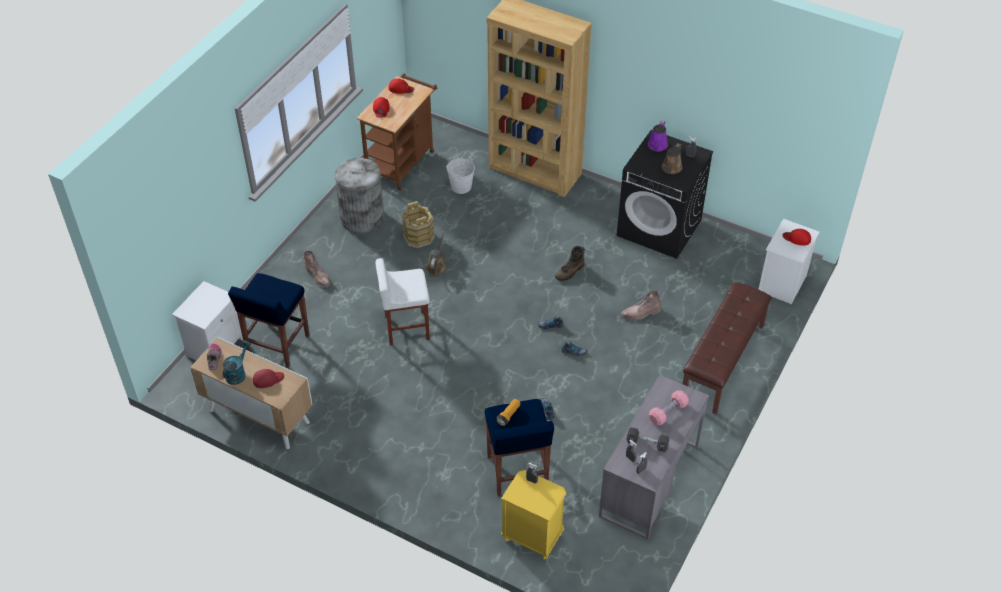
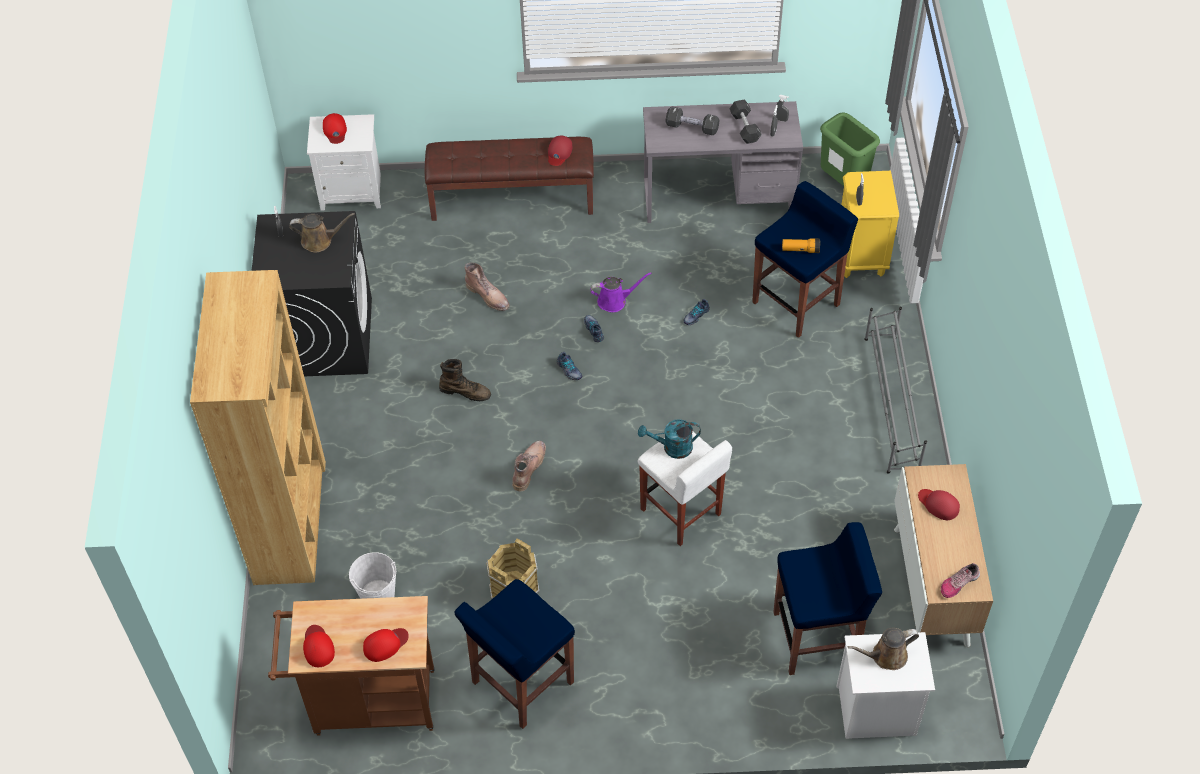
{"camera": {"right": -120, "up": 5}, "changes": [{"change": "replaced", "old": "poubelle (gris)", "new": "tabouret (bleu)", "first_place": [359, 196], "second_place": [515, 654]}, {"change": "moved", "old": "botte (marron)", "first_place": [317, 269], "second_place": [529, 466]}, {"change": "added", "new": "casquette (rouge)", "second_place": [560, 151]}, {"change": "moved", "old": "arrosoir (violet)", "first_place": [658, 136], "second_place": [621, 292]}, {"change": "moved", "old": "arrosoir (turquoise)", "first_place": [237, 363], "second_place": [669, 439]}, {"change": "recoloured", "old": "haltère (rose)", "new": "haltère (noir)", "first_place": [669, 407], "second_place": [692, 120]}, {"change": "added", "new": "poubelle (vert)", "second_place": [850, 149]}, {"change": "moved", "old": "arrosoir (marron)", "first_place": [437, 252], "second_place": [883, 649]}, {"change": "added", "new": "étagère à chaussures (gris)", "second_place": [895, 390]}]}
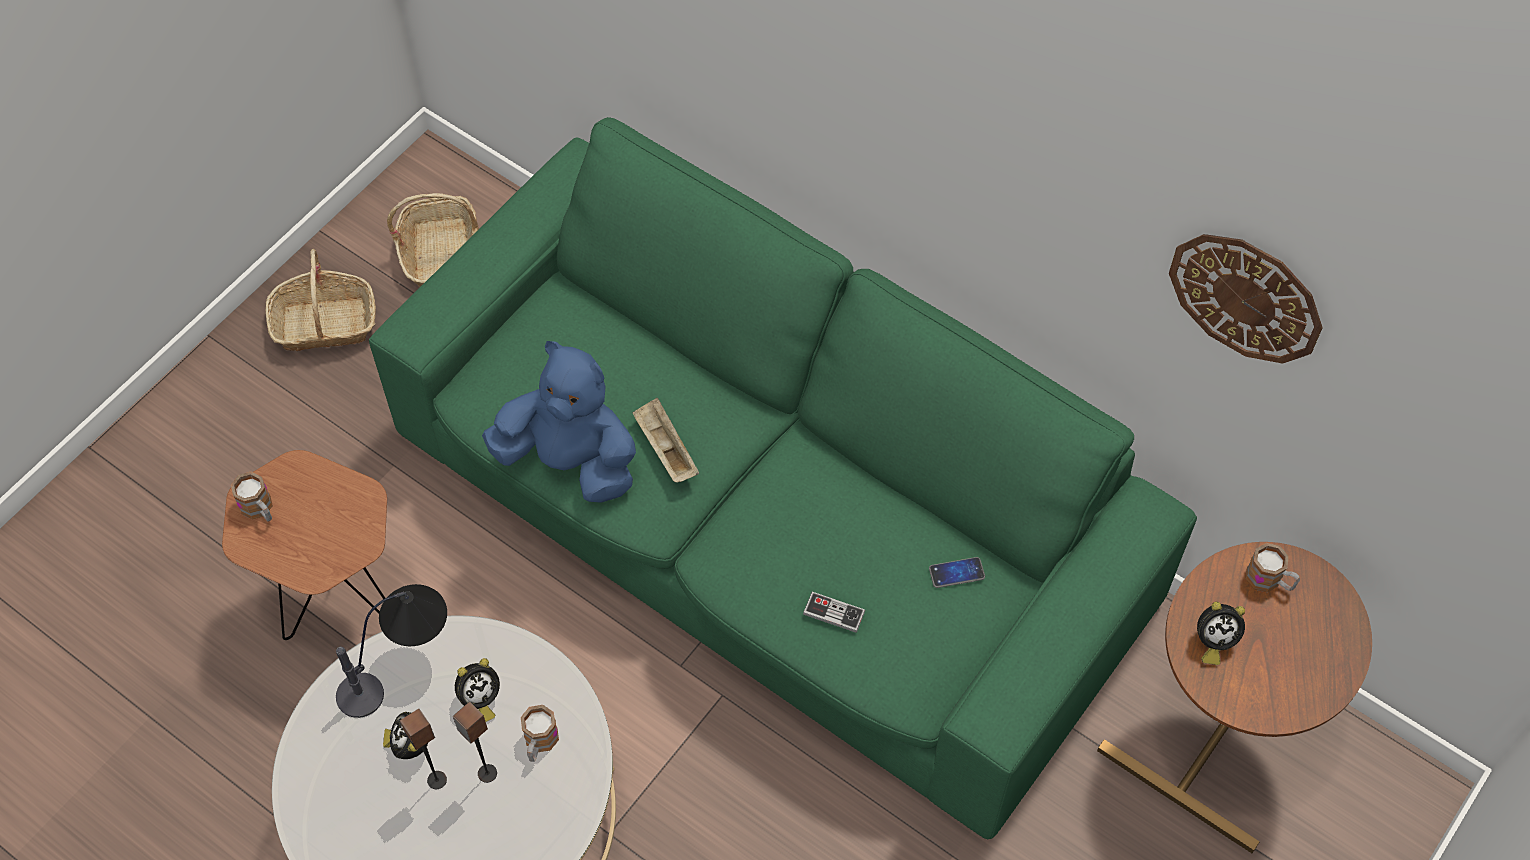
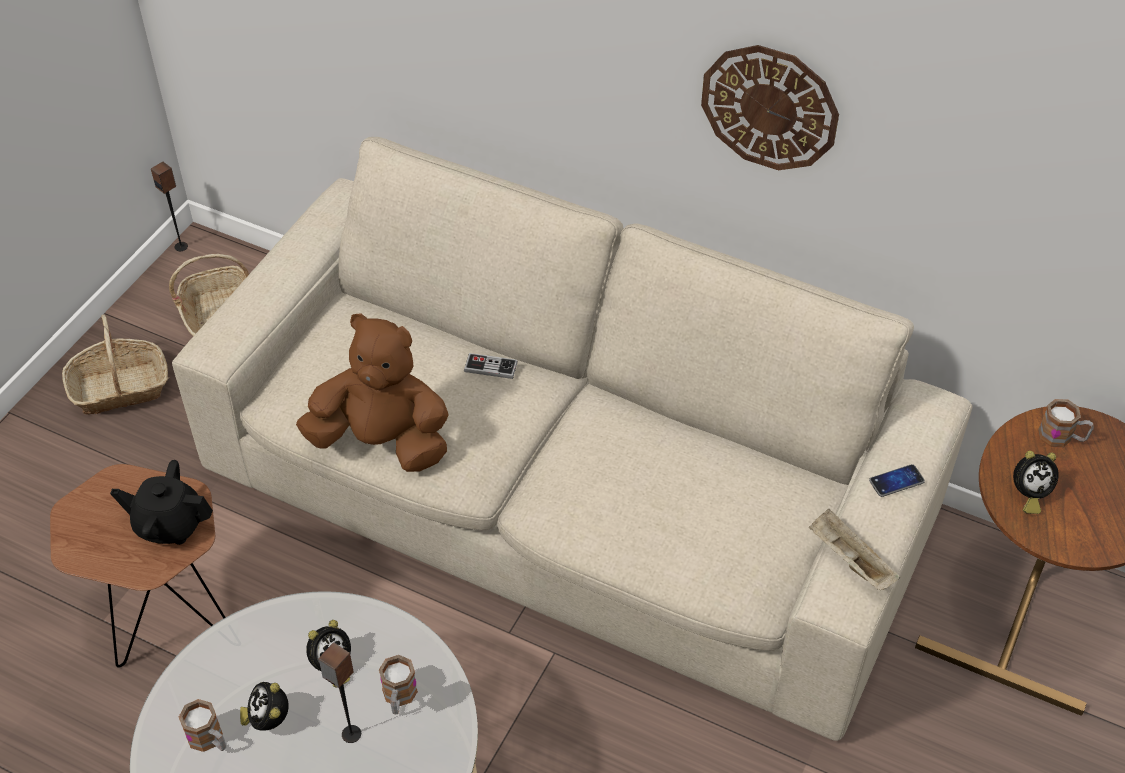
{"camera": {"right": -10, "up": -10}, "changes": [{"change": "added", "new": "théière (noir)", "second_place": [161, 502]}, {"change": "moved", "old": "enceinte", "first_place": [423, 749], "second_place": [169, 206]}, {"change": "recoloured", "old": "canapé (vert)", "new": "canapé (beige)", "first_place": [783, 478], "second_place": [572, 439]}, {"change": "moved", "old": "mug", "first_place": [252, 496], "second_place": [202, 725]}, {"change": "recoloured", "old": "peluche (bleu)", "new": "peluche (marron)", "first_place": [559, 421], "second_place": [372, 393]}, {"change": "moved", "old": "manette", "first_place": [834, 612], "second_place": [491, 366]}, {"change": "moved", "old": "horloge murale", "first_place": [1246, 299], "second_place": [770, 107]}, {"change": "moved", "old": "plateau (beige)", "first_place": [666, 439], "second_place": [854, 549]}, {"change": "moved", "old": "téléphone", "first_place": [957, 572], "second_place": [897, 480]}, {"change": "removed", "old": "lampe de table", "first_place": [391, 651]}]}
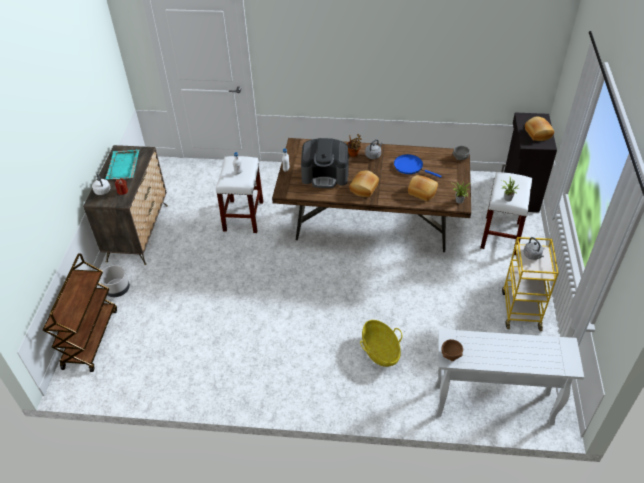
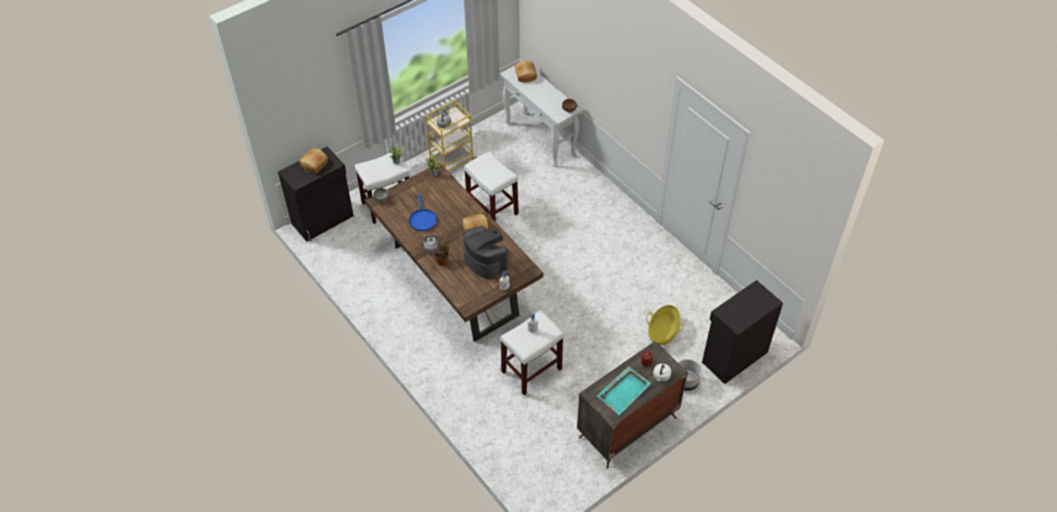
{"camera": {"right": -135, "up": 5}, "changes": [{"change": "added", "new": "tabouret (blanc)", "second_place": [491, 186]}, {"change": "moved", "old": "pain", "first_place": [423, 188], "second_place": [526, 71]}, {"change": "moved", "old": "panier", "first_place": [381, 343], "second_place": [665, 325]}, {"change": "replaced", "old": "chariot (marron)", "new": "meuble de rangement (noir)", "first_place": [80, 312], "second_place": [742, 332]}]}
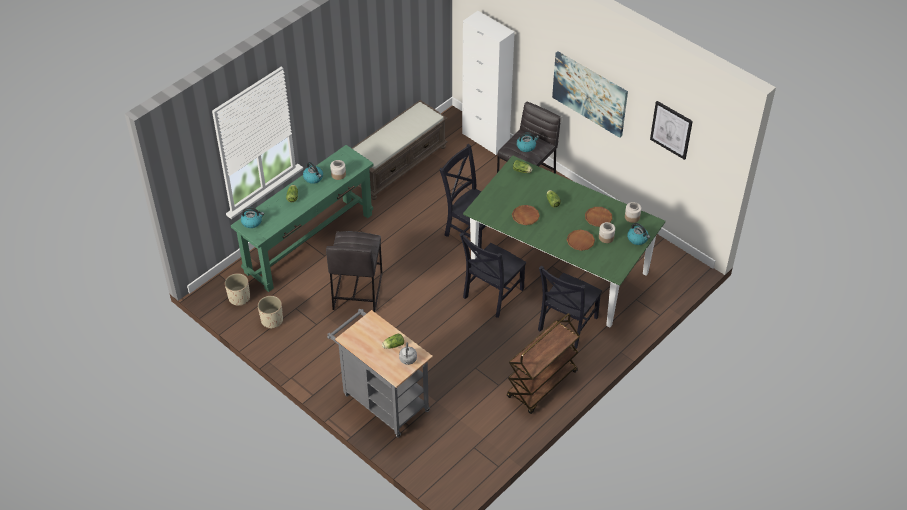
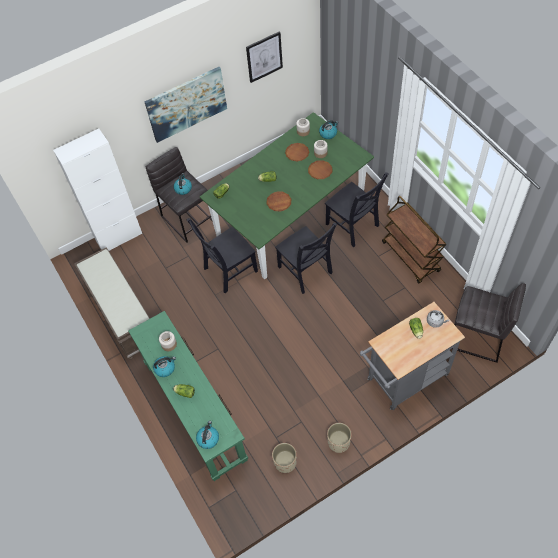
{"camera": {"right": -70, "up": 10}, "changes": [{"change": "moved", "old": "cache-pot (beige)", "first_place": [237, 289], "second_place": [339, 438]}, {"change": "moved", "old": "tabouret (gris)", "first_place": [354, 271], "second_place": [489, 323]}]}
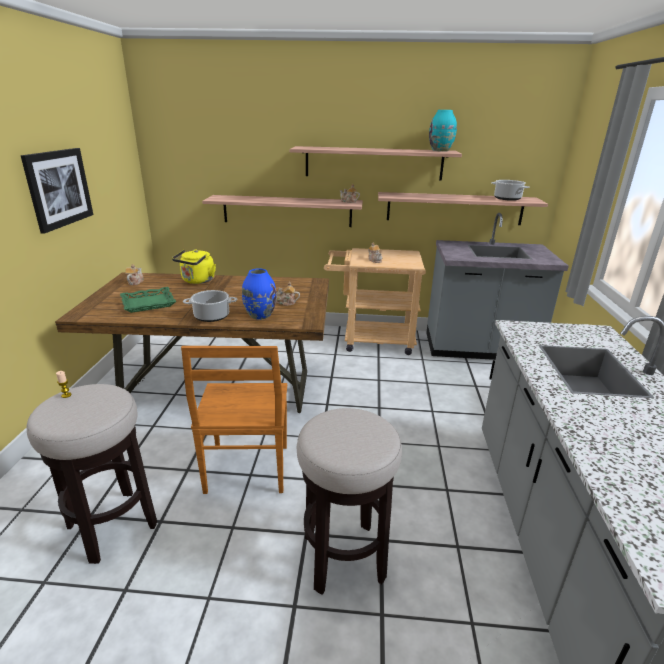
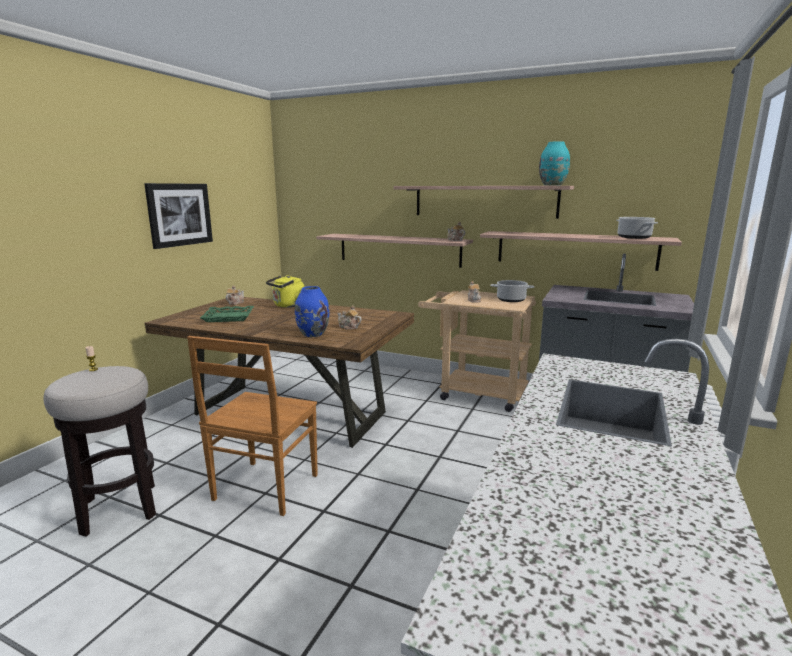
{"camera": {"right": 20, "up": -10}, "changes": [{"change": "moved", "old": "marmite", "first_place": [210, 306], "second_place": [512, 291]}, {"change": "removed", "old": "tabouret", "first_place": [349, 501]}]}
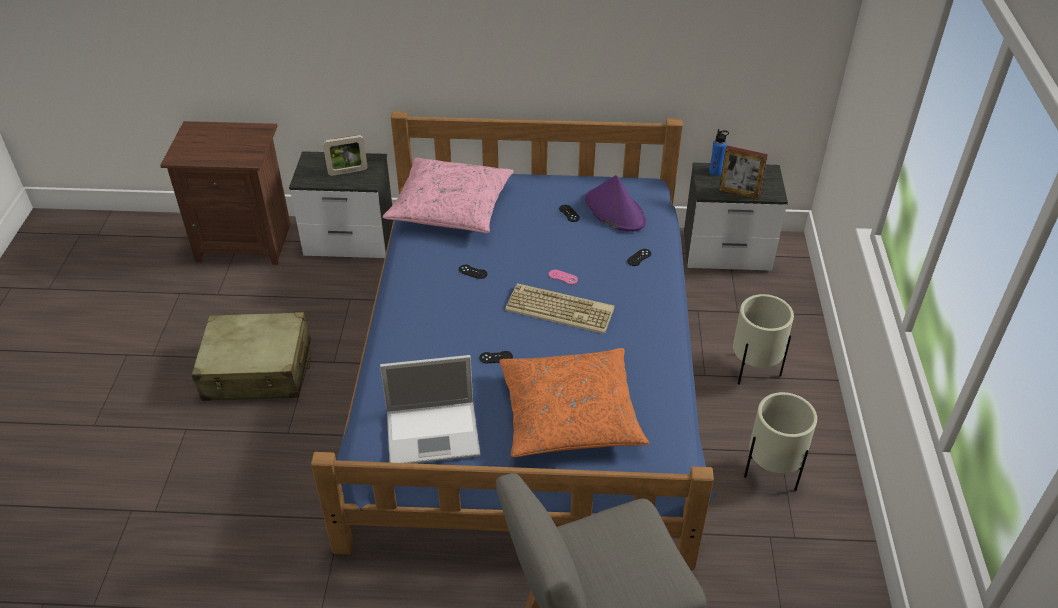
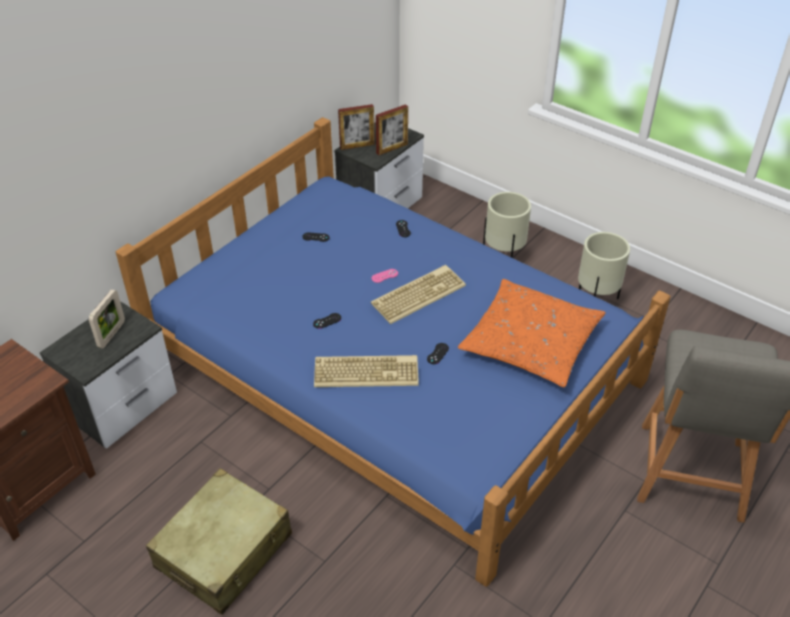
{"camera": {"right": -55, "up": 0}, "changes": [{"change": "added", "new": "clavier", "second_place": [366, 371]}, {"change": "replaced", "old": "bouteille (bleu)", "new": "cadre photo", "first_place": [719, 152], "second_place": [356, 127]}, {"change": "removed", "old": "ordinateur portable", "first_place": [430, 409]}, {"change": "removed", "old": "coussin (rose)", "first_place": [448, 195]}, {"change": "removed", "old": "chapeau (violet)", "first_place": [615, 203]}]}
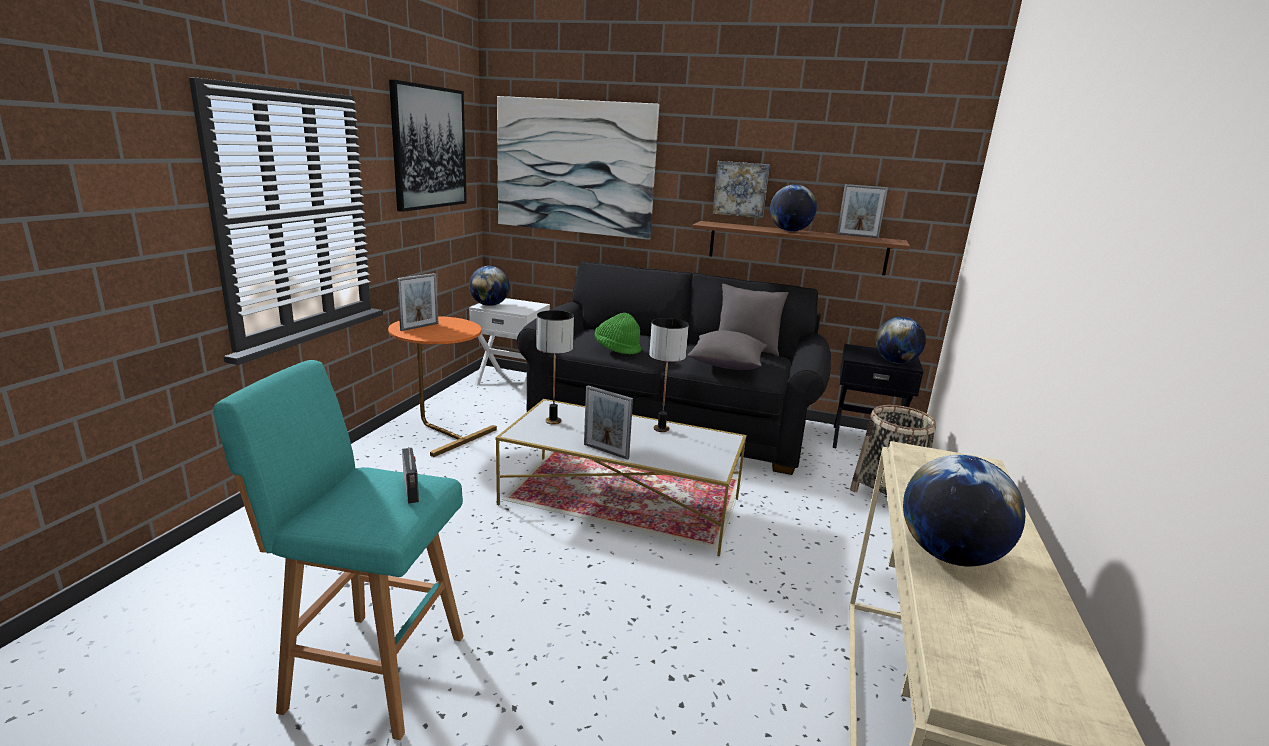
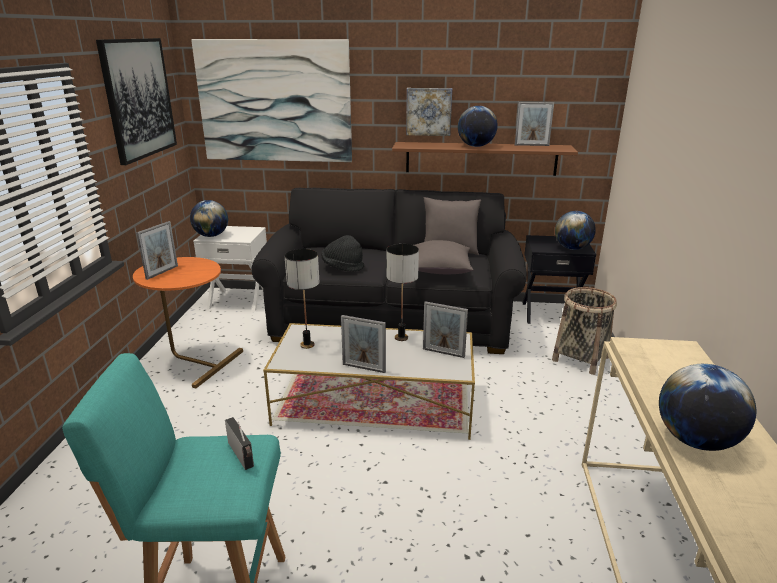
{"camera": {"right": -10, "up": 5}, "changes": [{"change": "recoloured", "old": "chapeau (vert)", "new": "chapeau (noir)", "first_place": [617, 334], "second_place": [342, 253]}, {"change": "added", "new": "cadre photo", "second_place": [445, 329]}]}
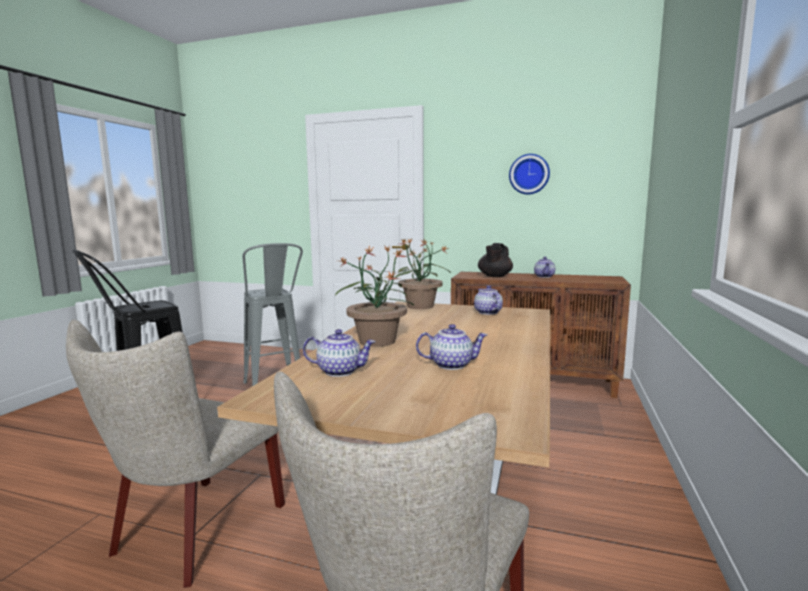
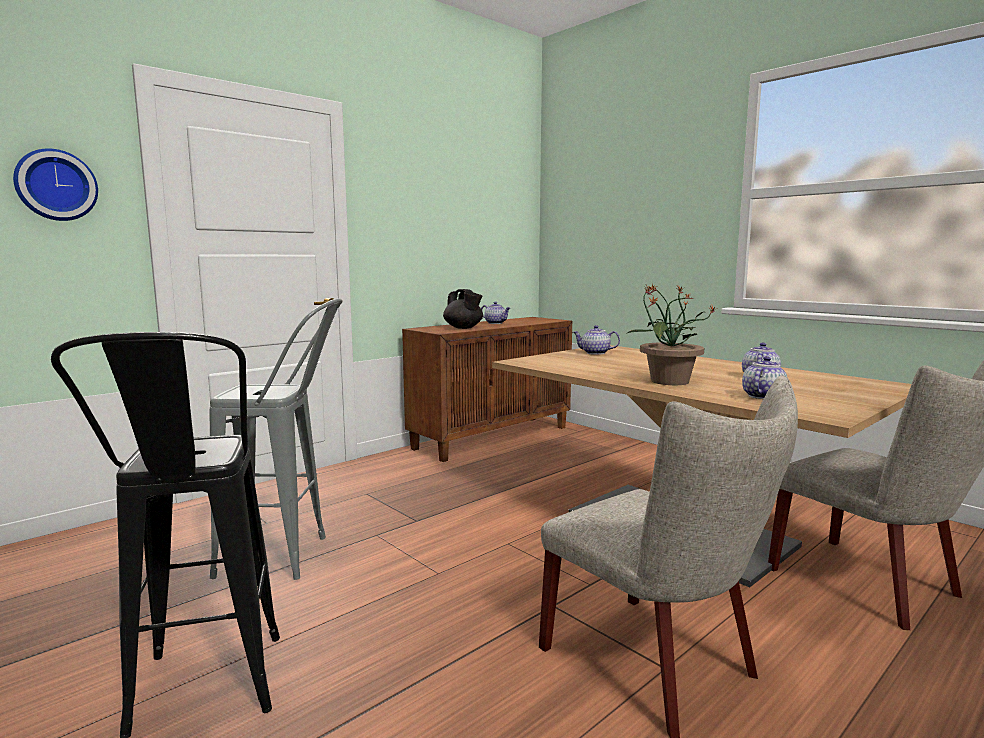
{"camera": {"right": -60, "up": 0}, "changes": [{"change": "moved", "old": "horloge murale", "first_place": [529, 174], "second_place": [55, 184]}, {"change": "removed", "old": "plante en pot", "first_place": [422, 274]}]}
